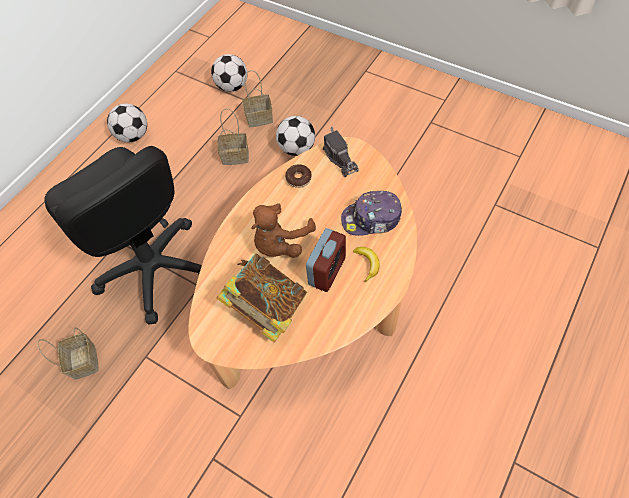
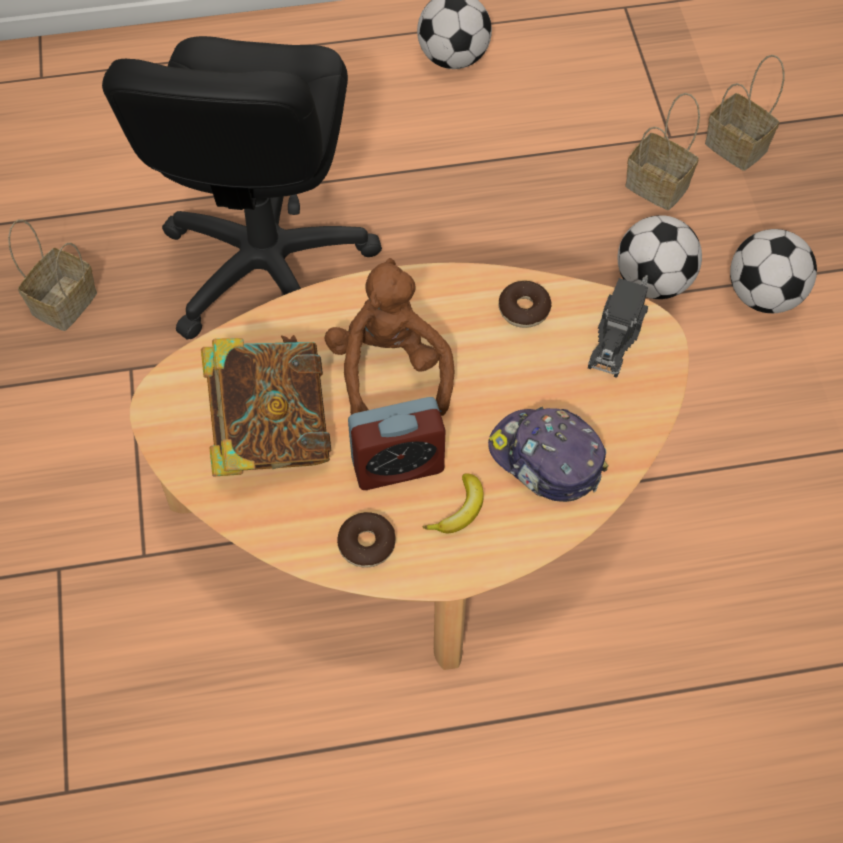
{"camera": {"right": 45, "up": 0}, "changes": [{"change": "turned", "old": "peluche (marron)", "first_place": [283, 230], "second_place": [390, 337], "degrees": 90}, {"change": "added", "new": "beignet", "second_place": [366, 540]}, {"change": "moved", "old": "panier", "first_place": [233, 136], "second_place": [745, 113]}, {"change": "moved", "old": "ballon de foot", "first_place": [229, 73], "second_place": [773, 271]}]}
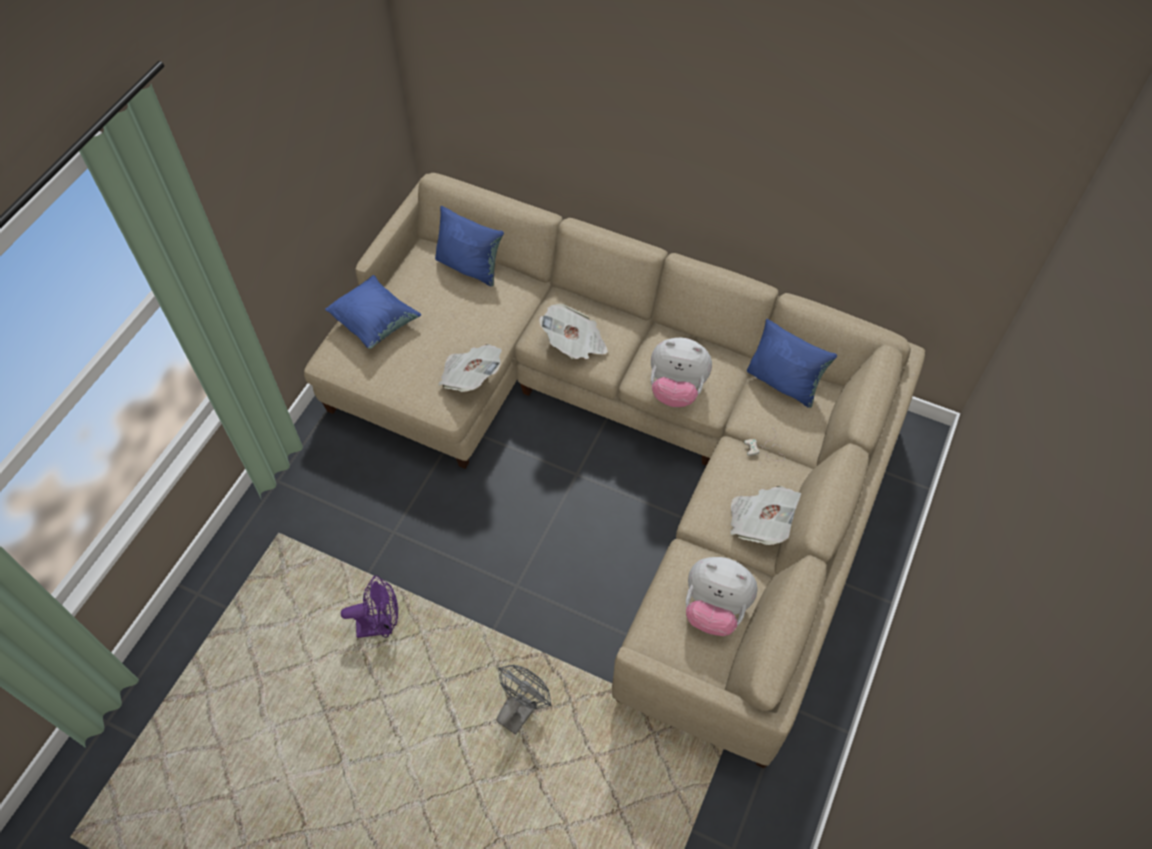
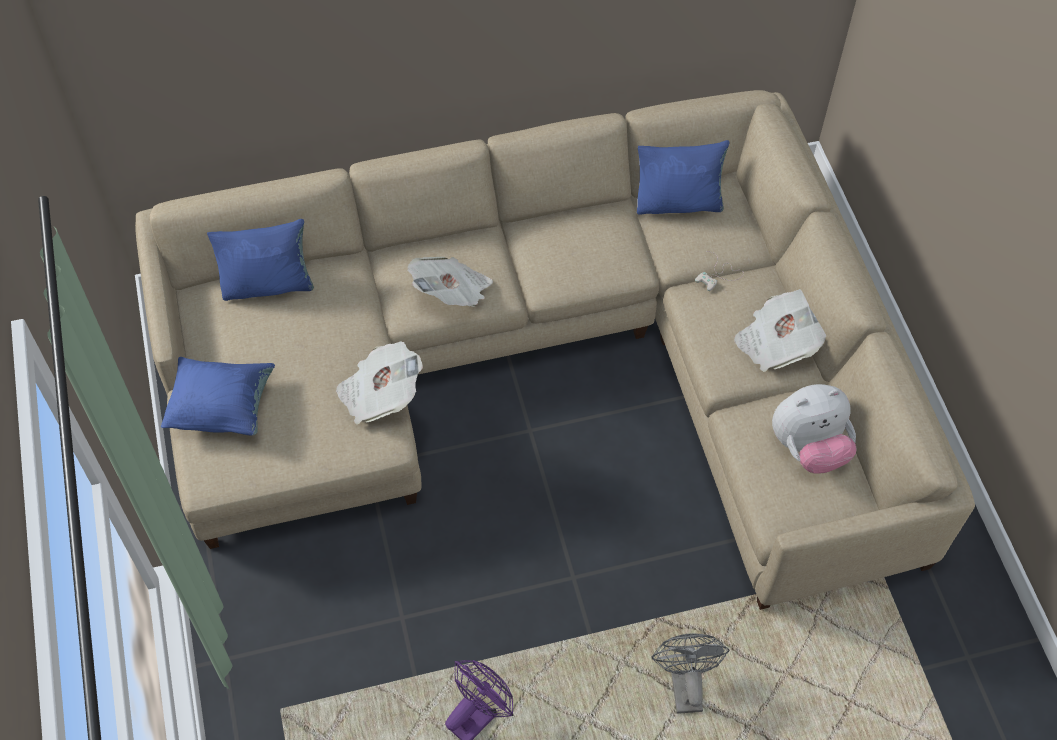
{"camera": {"right": -40, "up": 0}, "changes": [{"change": "removed", "old": "peluche", "first_place": [681, 372]}]}
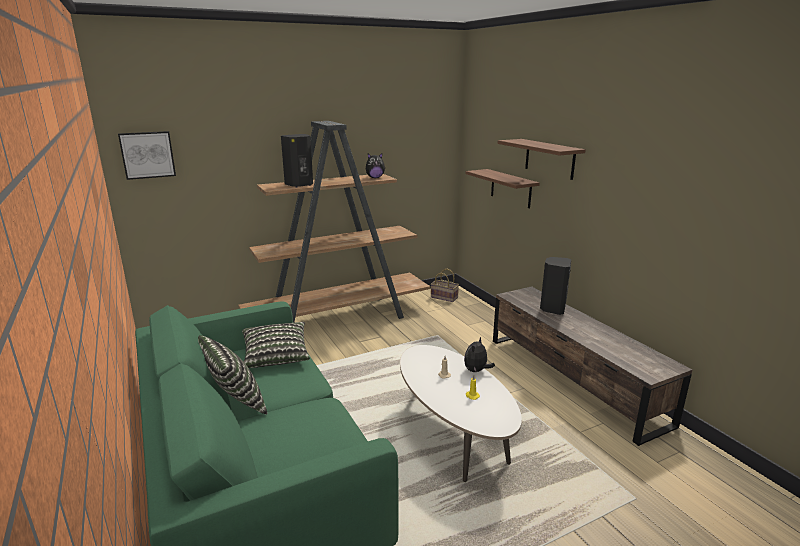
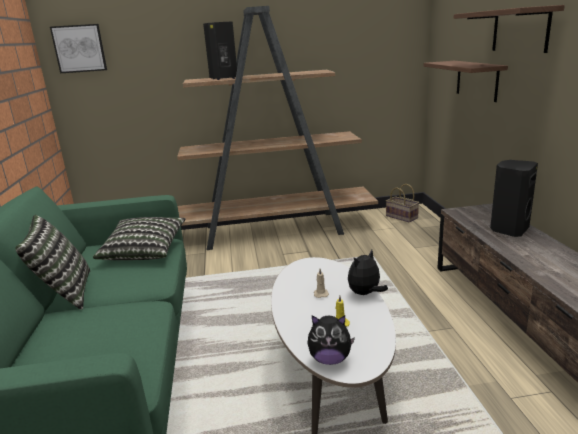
{"camera": {"right": 20, "up": 0}, "changes": [{"change": "moved", "old": "peluche", "first_place": [375, 165], "second_place": [331, 340]}]}
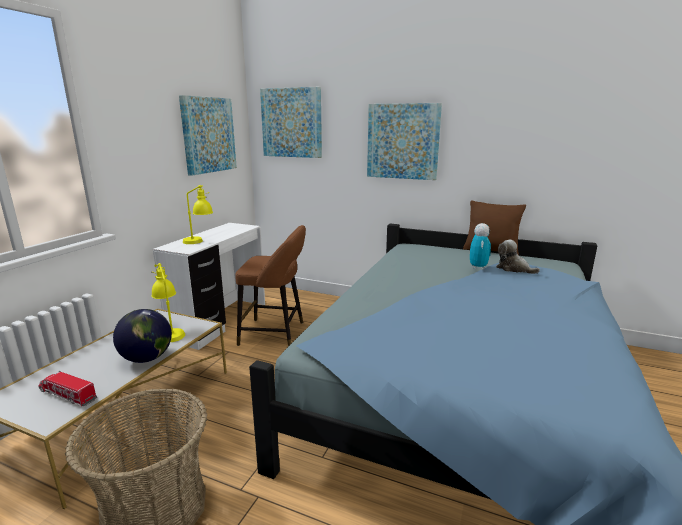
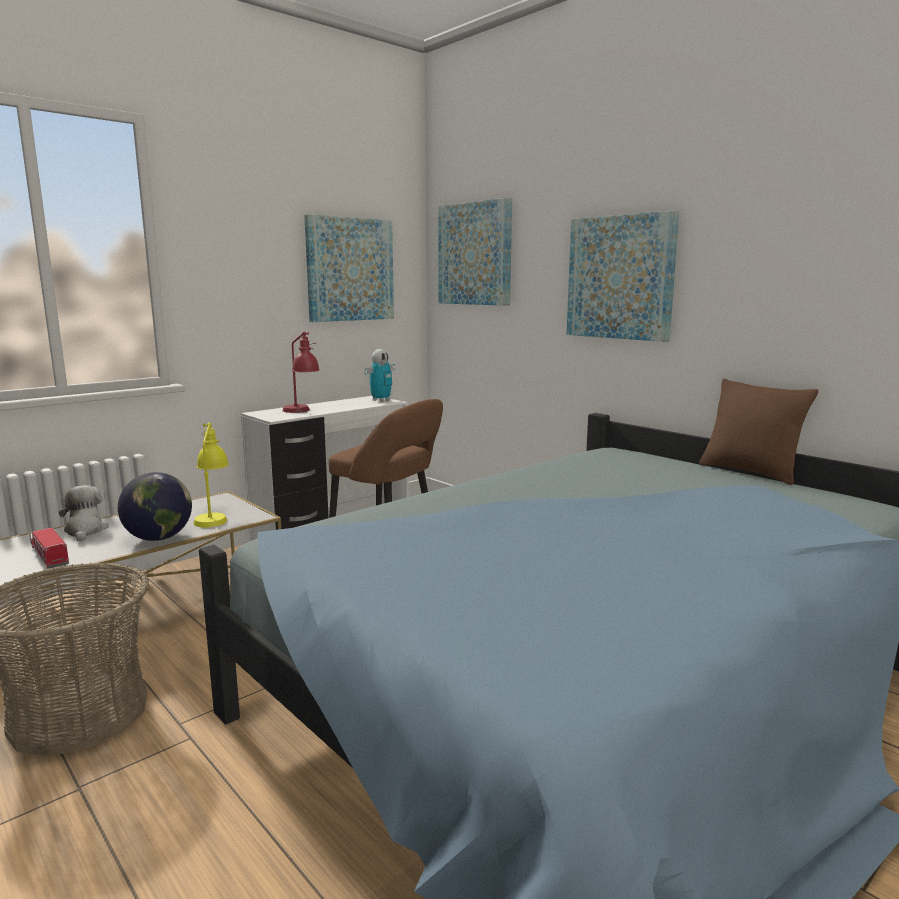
{"camera": {"right": 25, "up": -5}, "changes": [{"change": "moved", "old": "peluche", "first_place": [518, 257], "second_place": [84, 513]}, {"change": "recoloured", "old": "lampe de table (jaune)", "new": "lampe de table (rouge)", "first_place": [197, 214], "second_place": [301, 372]}, {"change": "moved", "old": "robot jouet", "first_place": [480, 246], "second_place": [380, 375]}]}
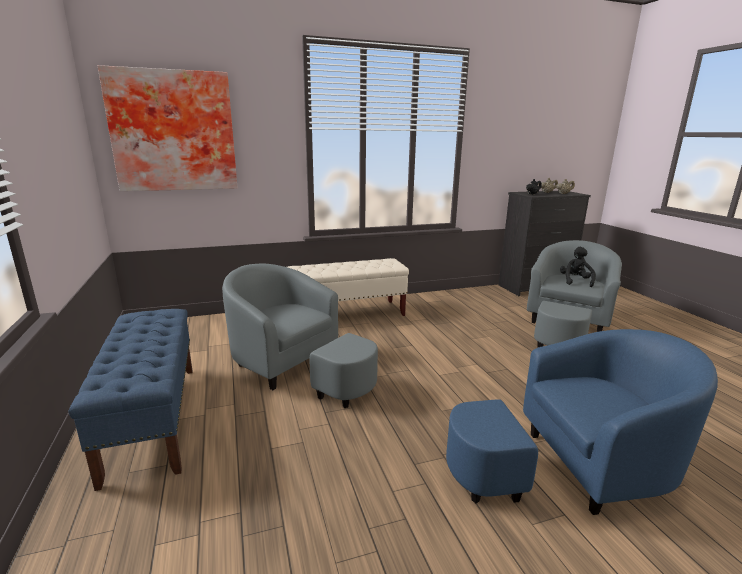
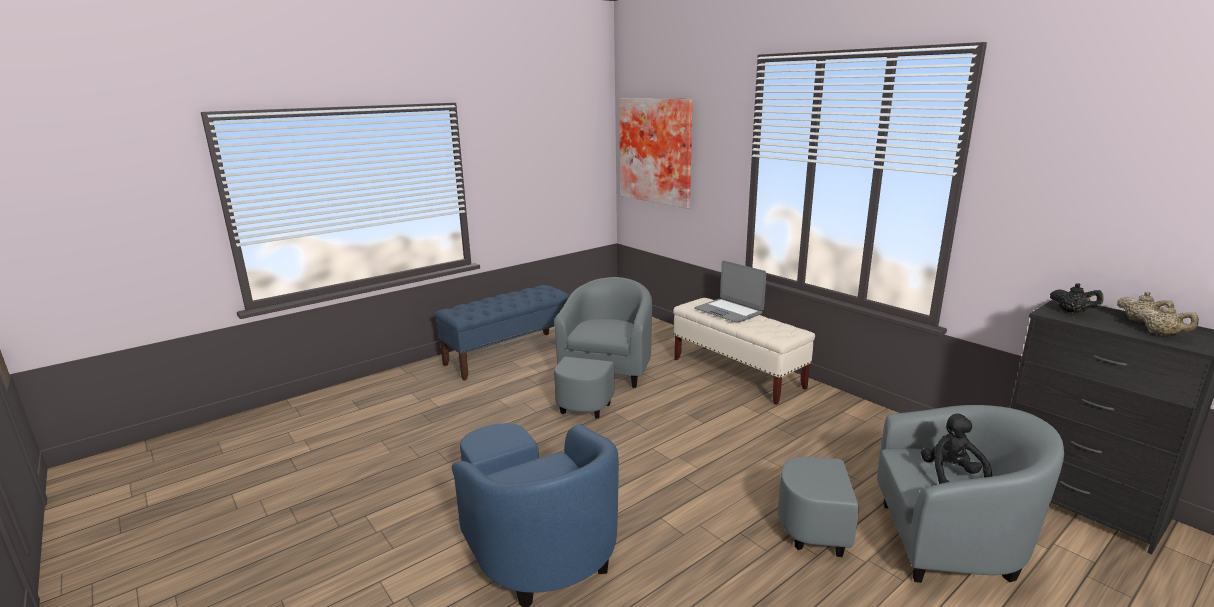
{"camera": {"right": 70, "up": 0}, "changes": [{"change": "added", "new": "ordinateur portable", "second_place": [730, 292]}, {"change": "turned", "old": "peluche (noir)", "first_place": [578, 267], "second_place": [956, 449], "degrees": -75}]}
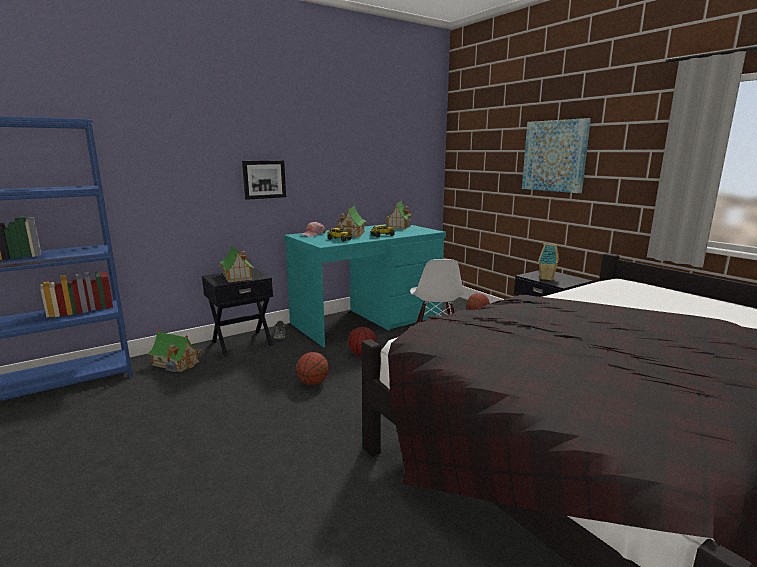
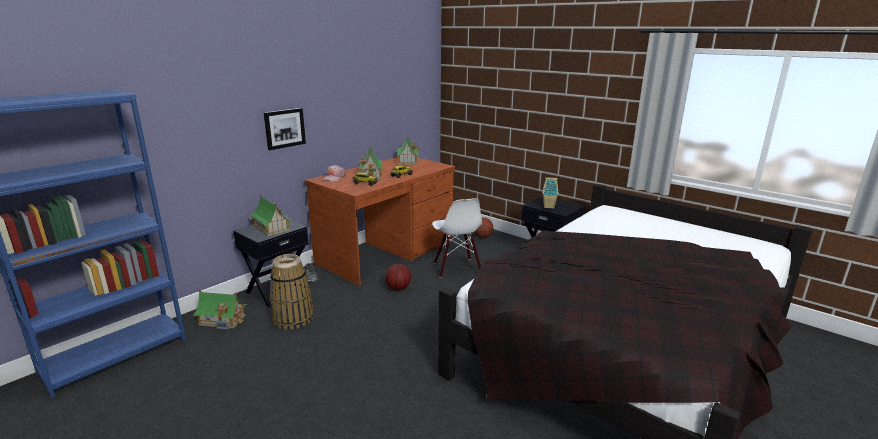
{"camera": {"right": -15, "up": 5}, "changes": [{"change": "added", "new": "panier", "second_place": [292, 292]}, {"change": "recoloured", "old": "bureau (turquoise)", "new": "bureau (marron)", "first_place": [365, 286], "second_place": [380, 221]}, {"change": "removed", "old": "ballon de basket", "first_place": [312, 368]}, {"change": "removed", "old": "tableau", "first_place": [556, 155]}]}
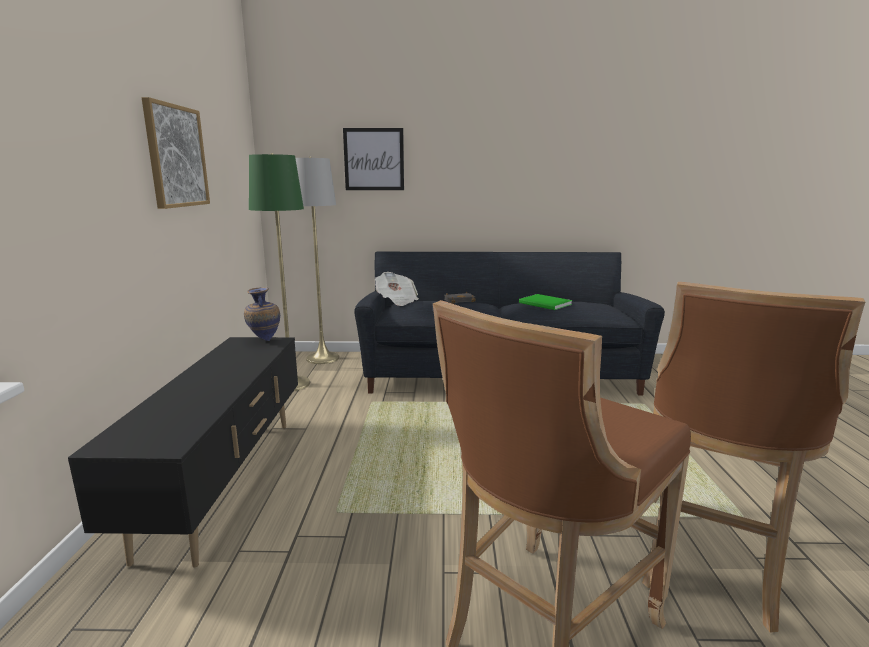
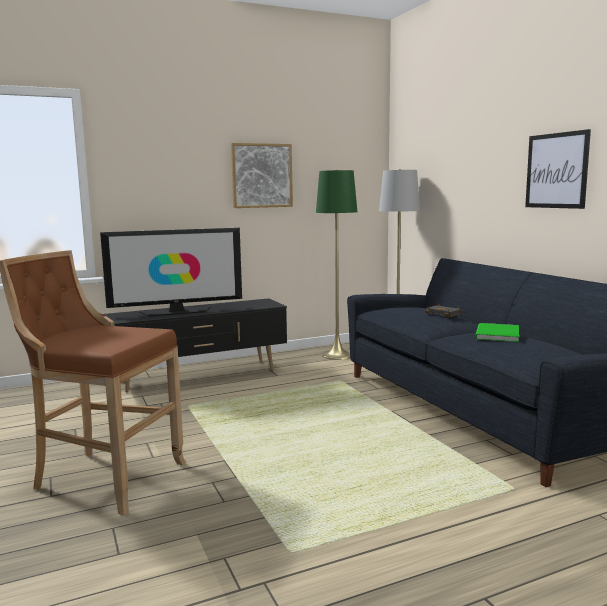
{"camera": {"right": 65, "up": -5}, "changes": [{"change": "added", "new": "téléviseur", "second_place": [171, 272]}, {"change": "moved", "old": "tableau", "first_place": [373, 159], "second_place": [558, 169]}, {"change": "removed", "old": "vase", "first_place": [262, 314]}, {"change": "removed", "old": "journal", "first_place": [397, 289]}, {"change": "removed", "old": "tabouret (marron)", "first_place": [753, 457]}]}
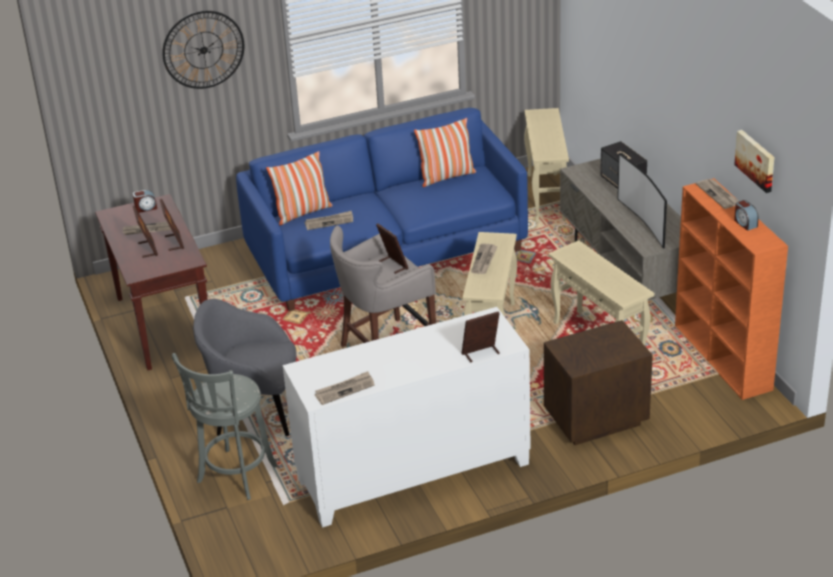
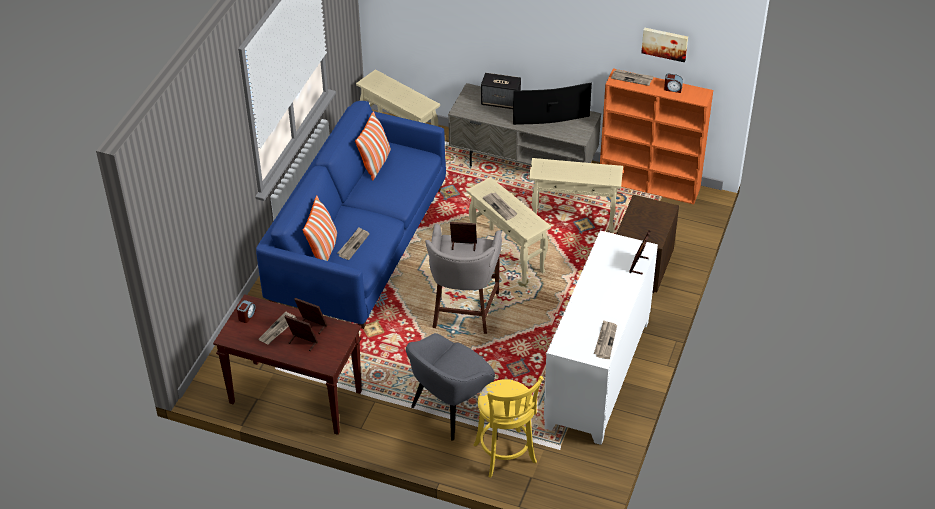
{"camera": {"right": -50, "up": 10}, "changes": [{"change": "recoloured", "old": "tabouret (gris)", "new": "tabouret (jaune)", "first_place": [225, 426], "second_place": [508, 427]}, {"change": "turned", "old": "téléviseur", "first_place": [642, 201], "second_place": [552, 103], "degrees": 150}, {"change": "removed", "old": "horloge murale", "first_place": [203, 50]}]}
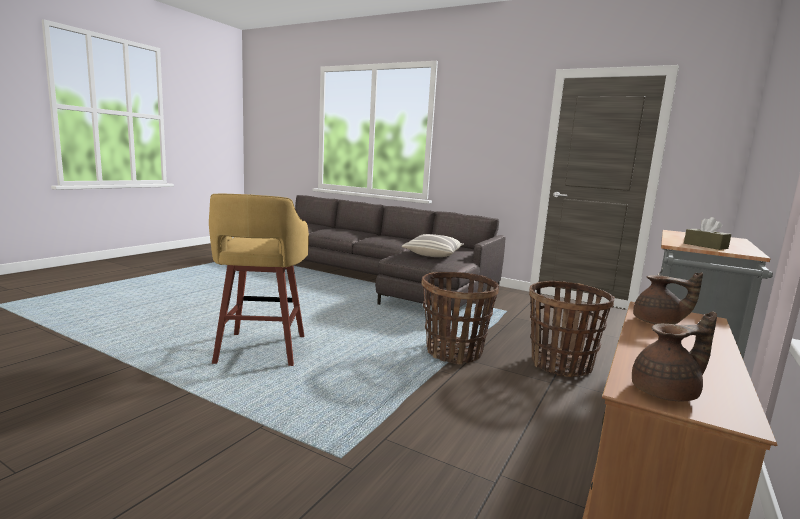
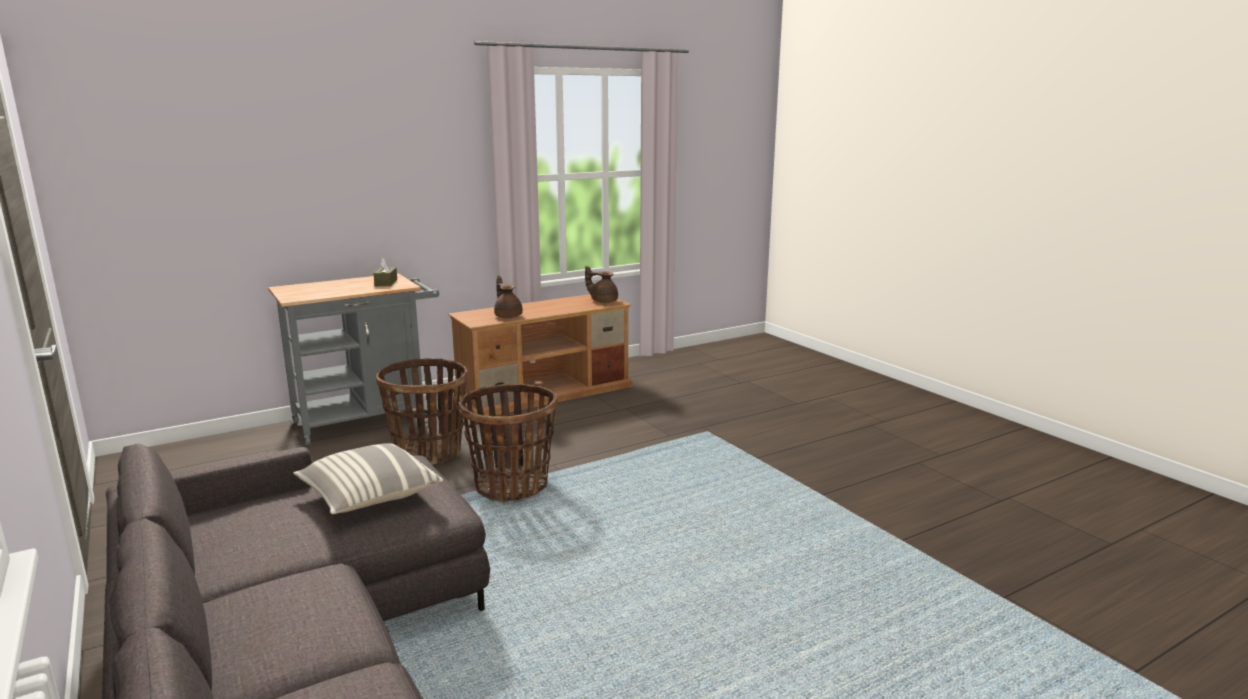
{"camera": {"right": -150, "up": 5}, "changes": [{"change": "removed", "old": "tabouret (jaune)", "first_place": [259, 280]}]}
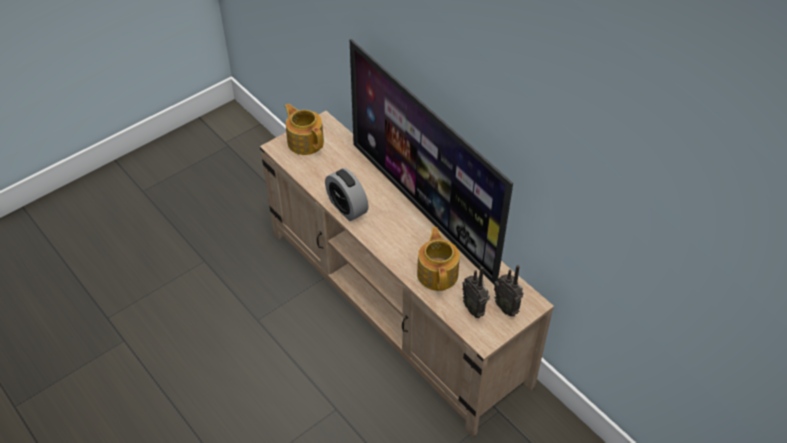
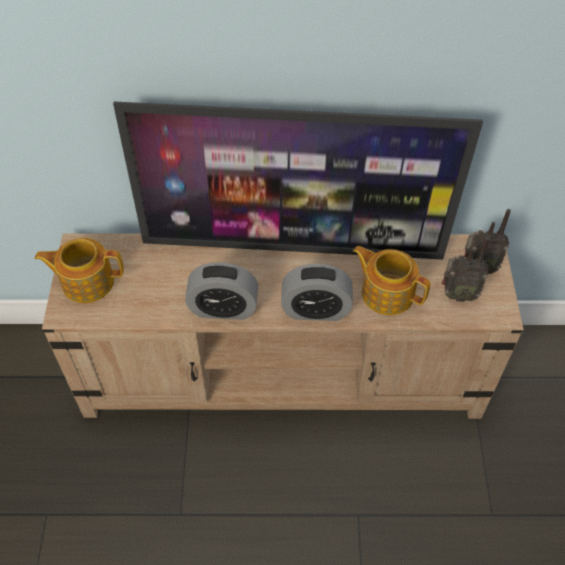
{"camera": {"right": -50, "up": 5}, "changes": [{"change": "added", "new": "réveil", "second_place": [317, 292]}]}
